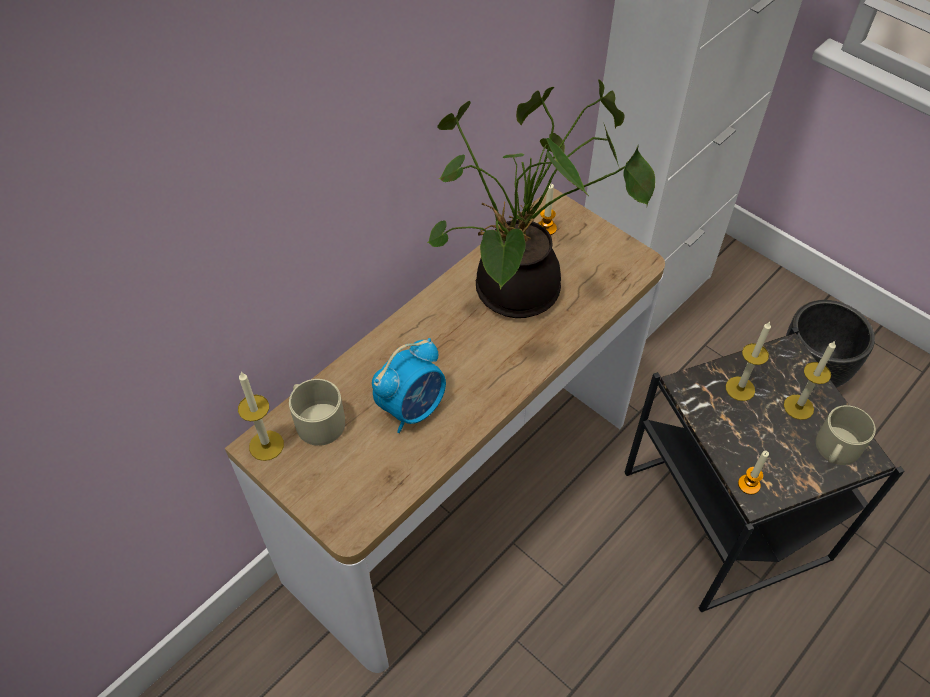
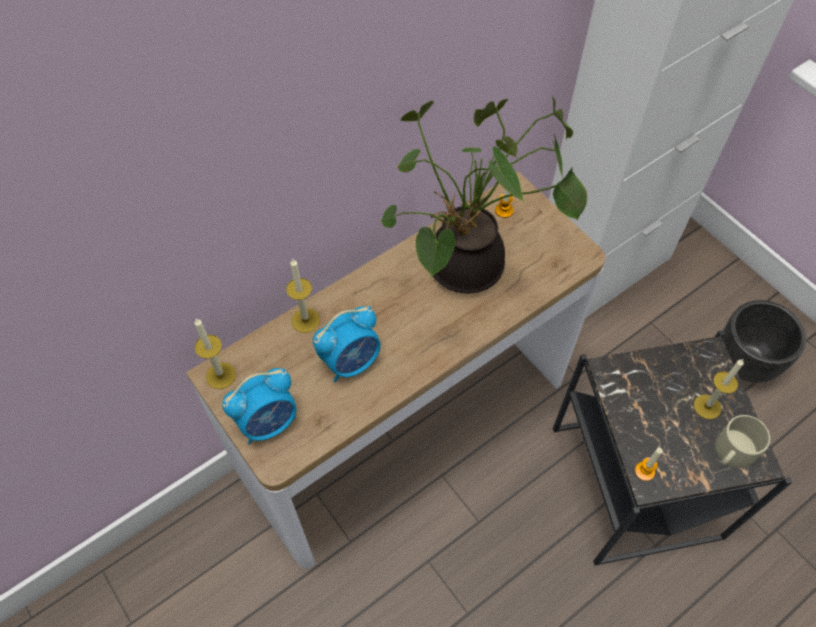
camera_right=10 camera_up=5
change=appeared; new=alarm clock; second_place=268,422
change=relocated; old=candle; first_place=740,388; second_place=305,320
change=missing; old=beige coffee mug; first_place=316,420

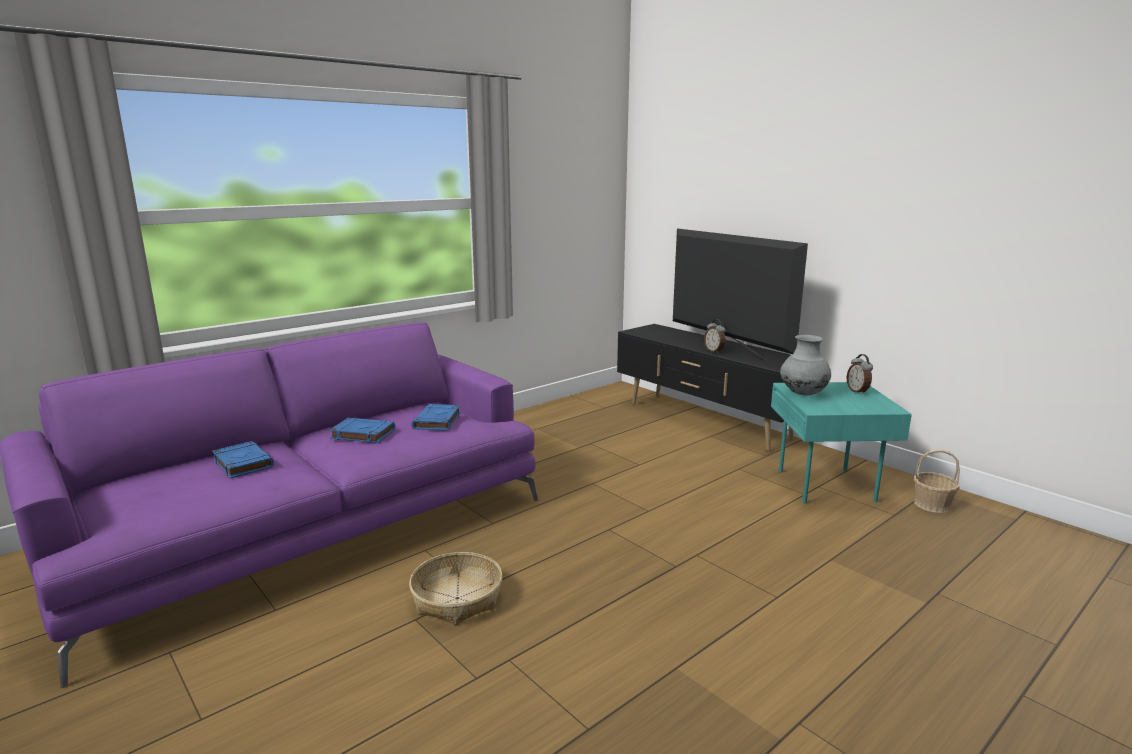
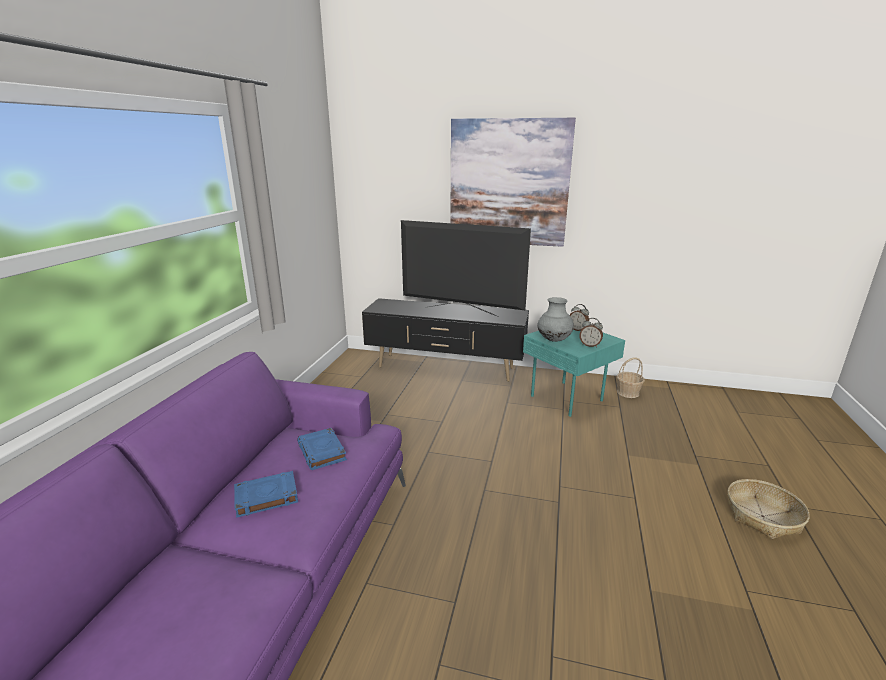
camera_right=-35 camera_up=5
change=appeared; new=wall art; second_place=508,183
change=relocated; old=alarm clock; first_place=714,351; second_place=590,345
change=relocated; old=basket; first_place=456,598; second_place=762,516
change=missing; old=bluish volume; first_place=242,463

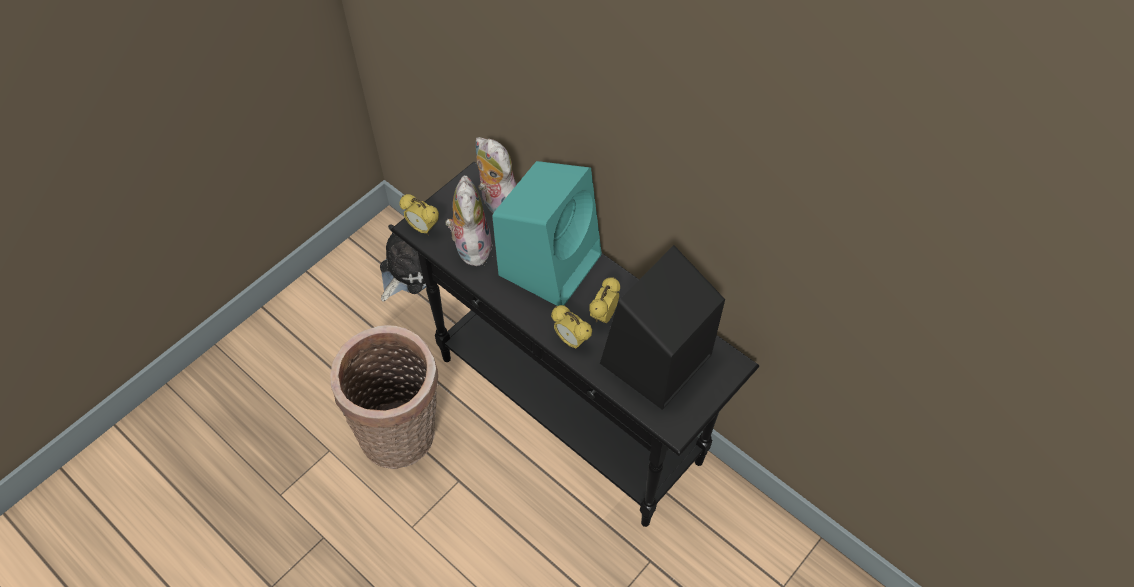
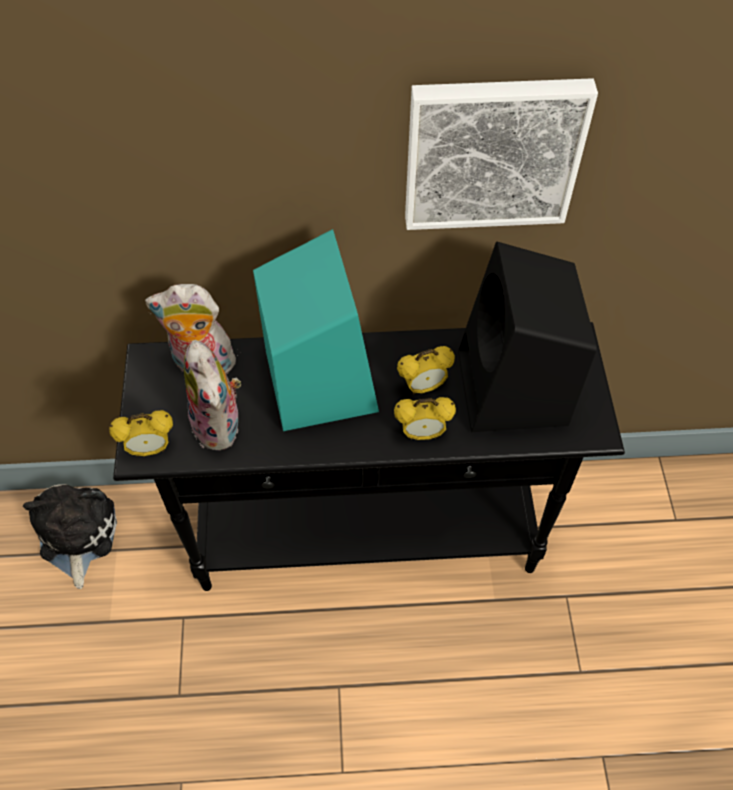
camera_right=-45 camera_up=0
change=spun; old=plush toy; first_place=470,245; second_place=221,426; degrees=-150
change=spun; old=alarm clock; first_place=603,315; second_place=423,387; degrees=-90
change=appeared; new=wall art; second_place=492,152
change=missing; old=basket; first_place=403,434

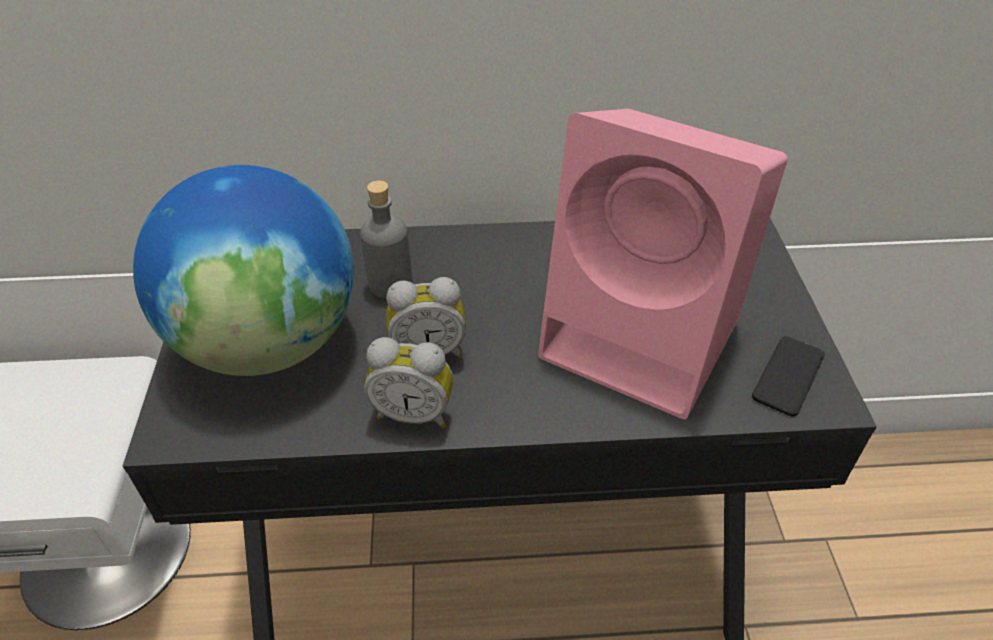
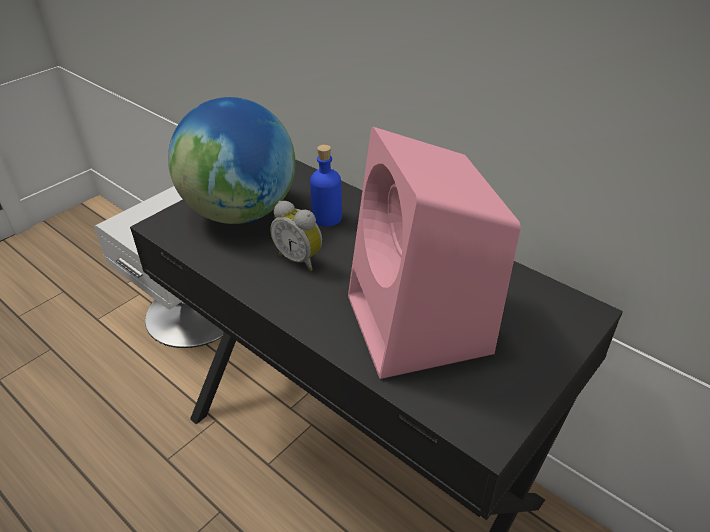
camera_right=45 camera_up=-5
change=colour; old=gray bottle; new=bluish bottle; first_place=390,284; second_place=327,218
change=missing; old=alarm clock; first_place=414,412
change=missing; old=phone; first_place=788,376

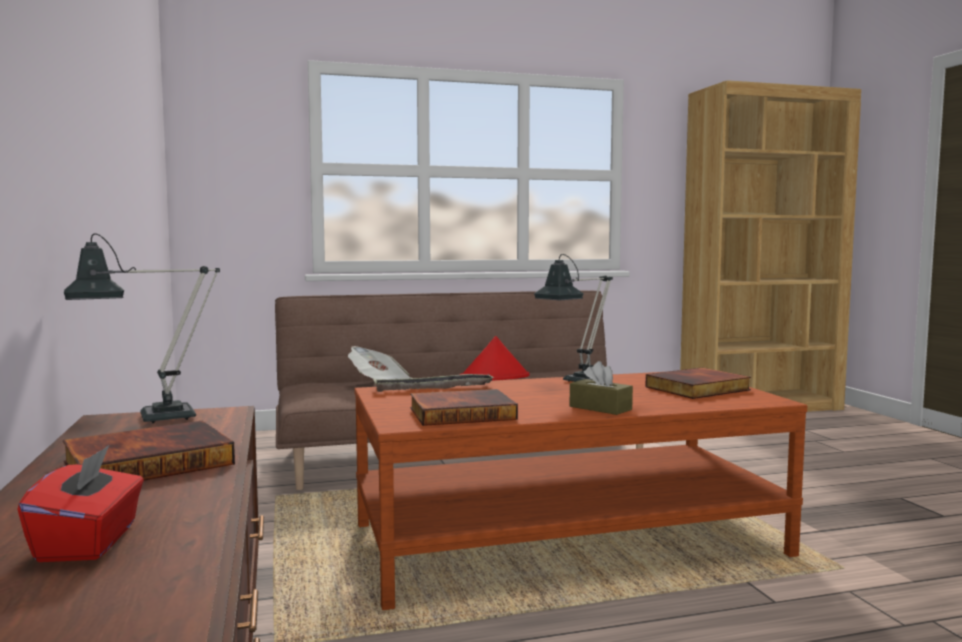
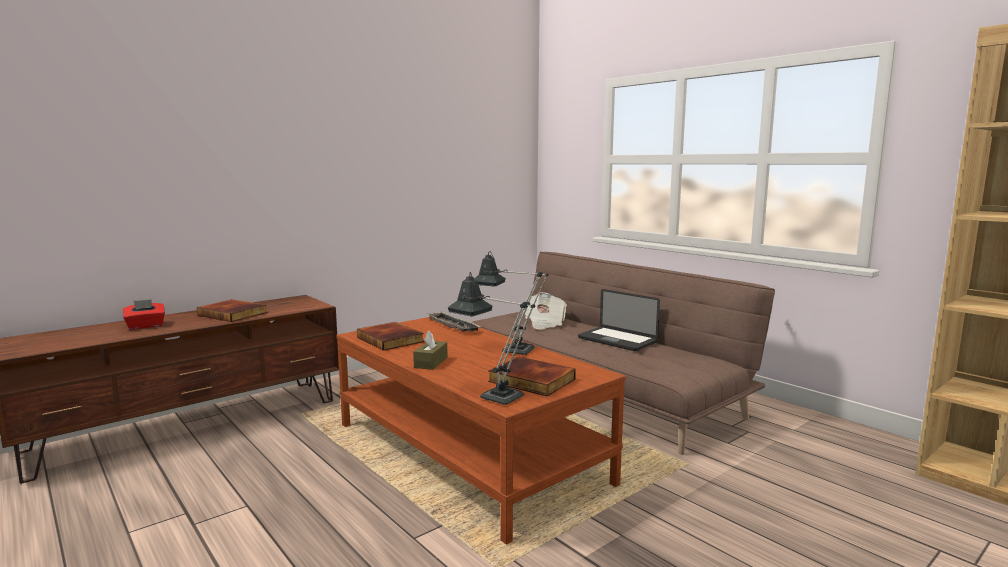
camera_right=65 camera_up=5
change=relocated; old=table lamp; first_place=152,419; second_place=494,395
change=exchanged; old=red clothing hat; new=notebook computer; first_place=494,377; second_place=617,340

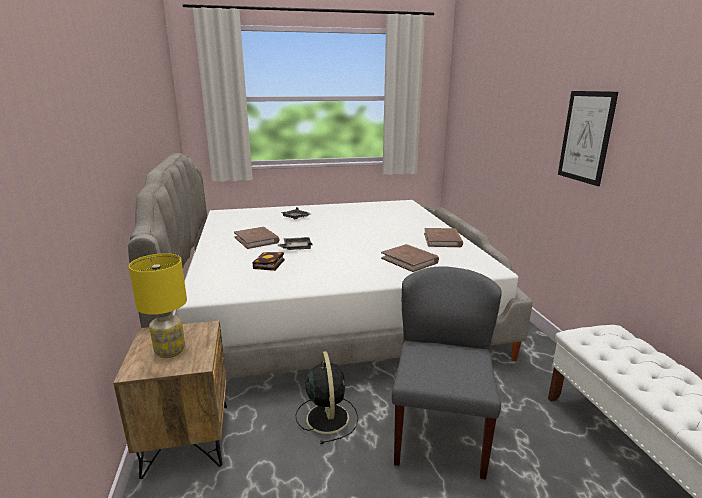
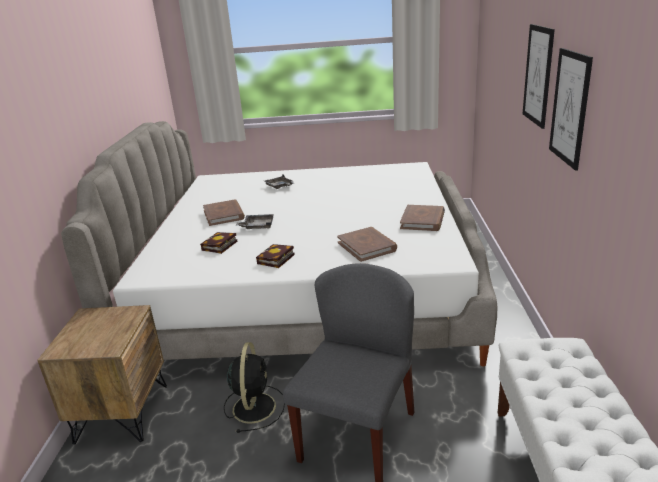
camera_right=15 camera_up=5
change=appeared; new=volume; second_place=275,260
change=appeared; new=wall art; second_place=538,75
change=missing; old=yellow-coloured table lamp; first_place=169,351

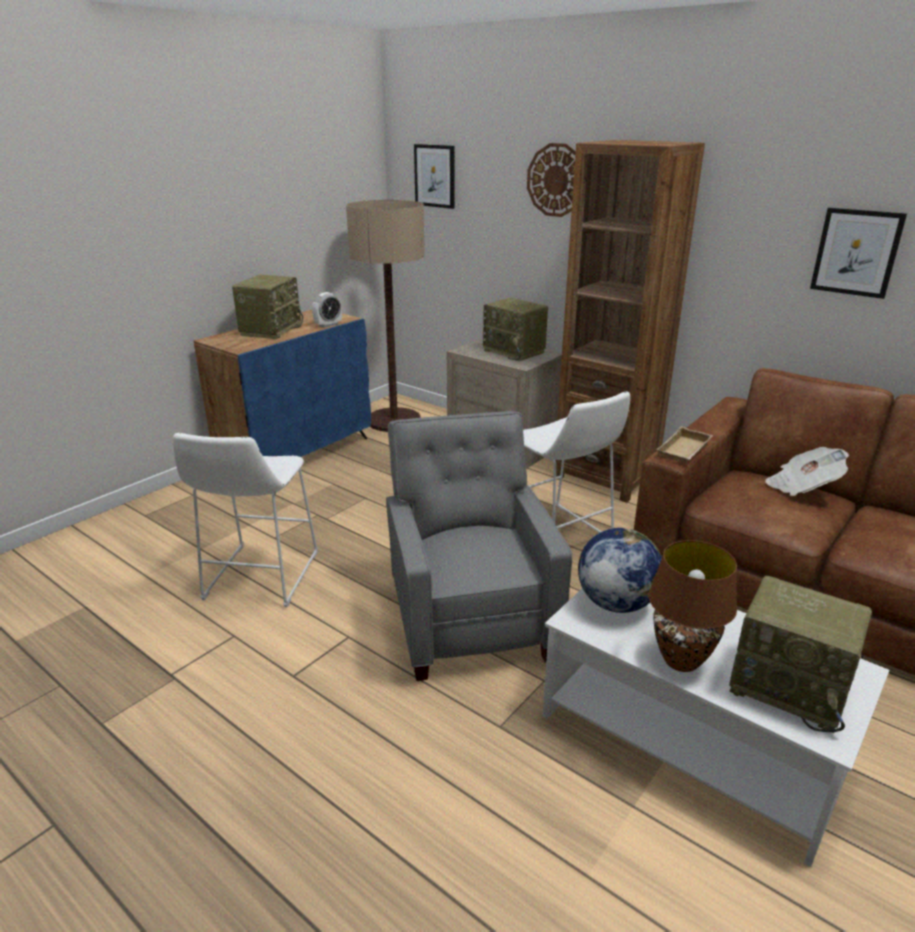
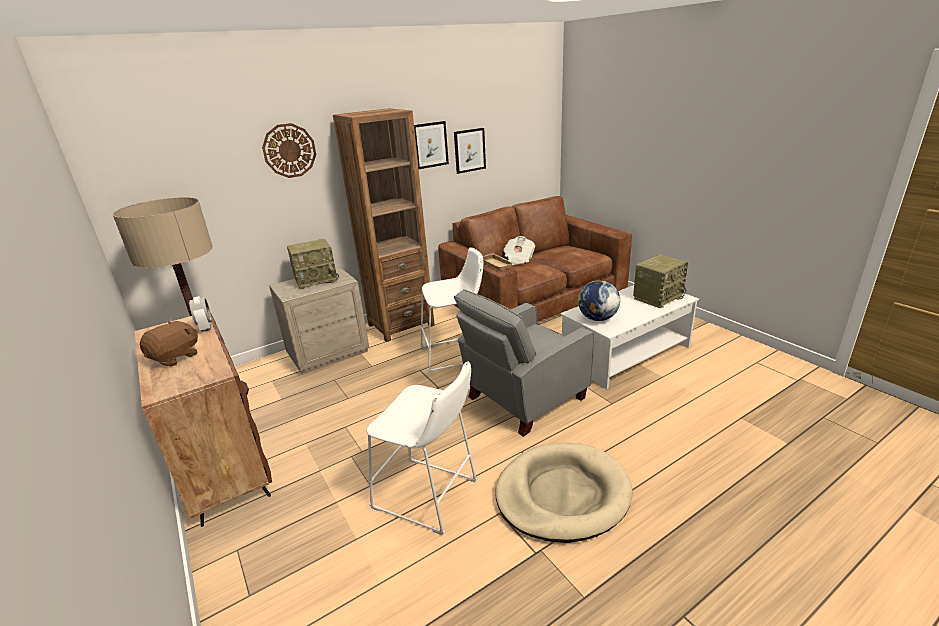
camera_right=-70 camera_up=0
change=colour; old=bluish storage cabinet; new=brown storage cabinet; first_place=297,453; second_place=222,463
change=exchanged; old=radio; new=brown plush toy; first_place=270,330; second_place=176,357
change=relocated; old=wall art; first_place=435,176; second_place=430,145
change=spun; old=gray easy chair; first_place=470,619; second_place=522,399; degrees=-45
change=appeared; new=beige dog cushion; second_place=562,494
change=missing; old=brown table lamp; first_place=680,660

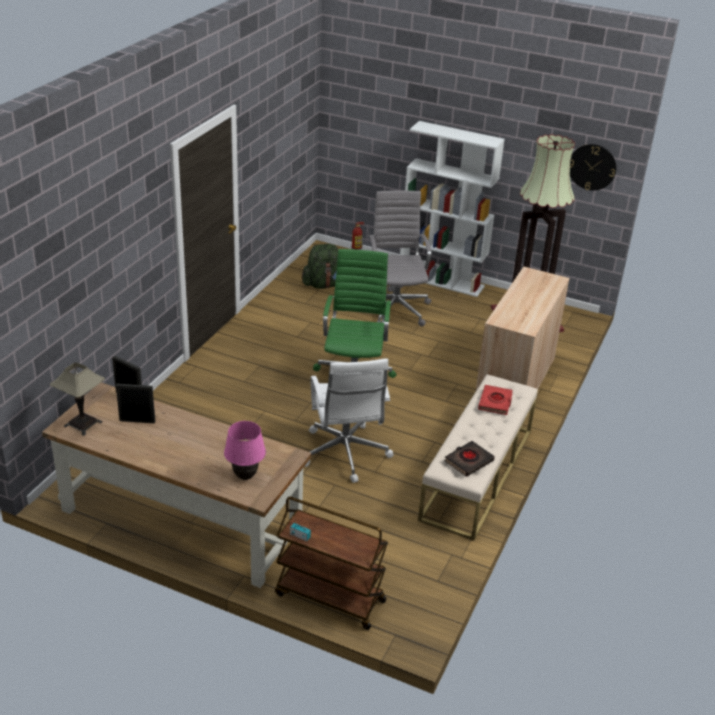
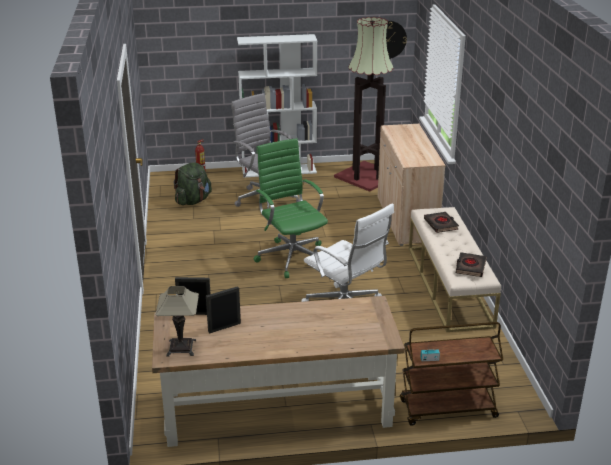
camera_right=-30 camera_up=-5
change=colour; old=red volume; new=blackish volume; first_place=495,402; second_place=441,224
change=missing; old=pink table lamp; first_place=245,476

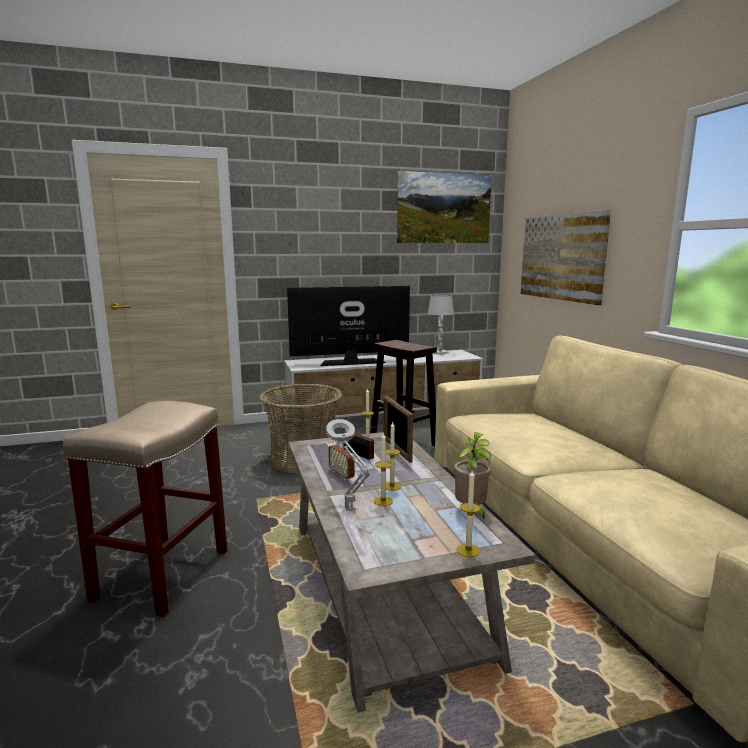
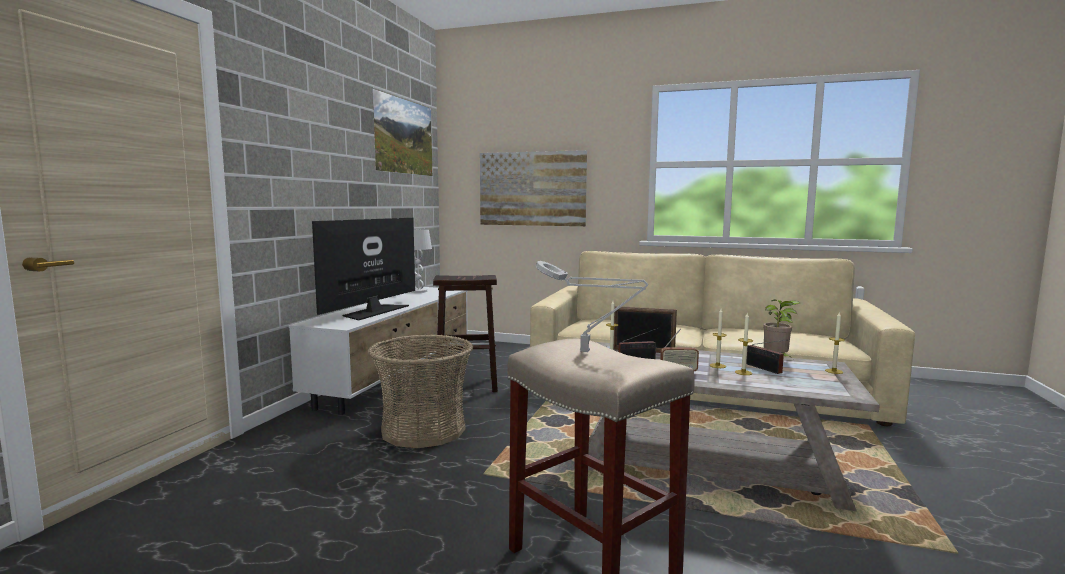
camera_right=-55 camera_up=-5
change=relocated; old=gray table lamp; first_place=351,511; second_place=588,352
change=appeared; new=radio; second_place=765,369

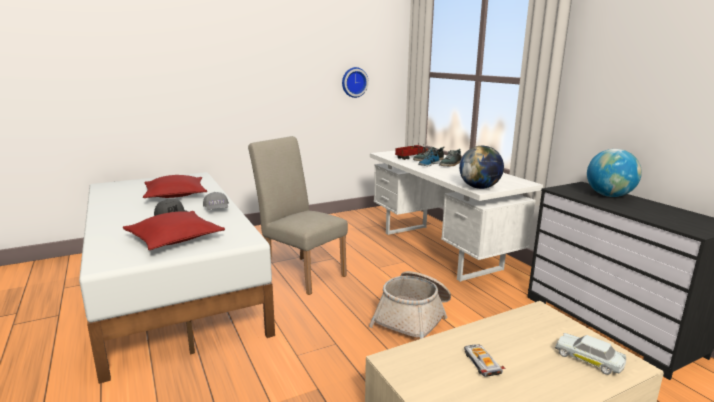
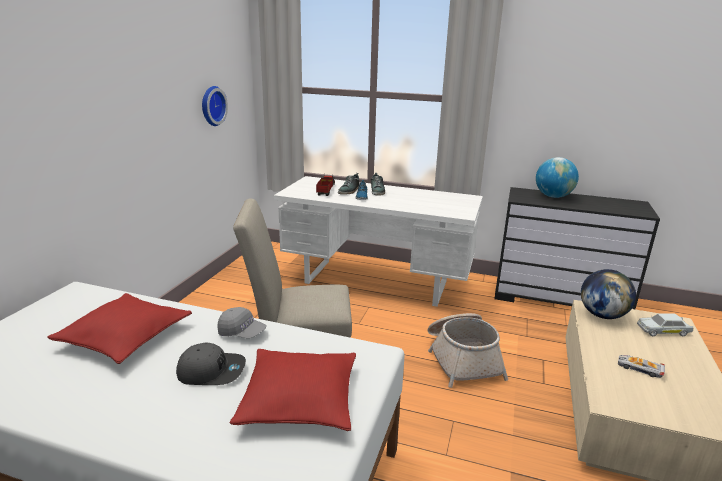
camera_right=-45 camera_up=5
change=relocated; old=desk globe; first_place=479,187; second_place=602,315

